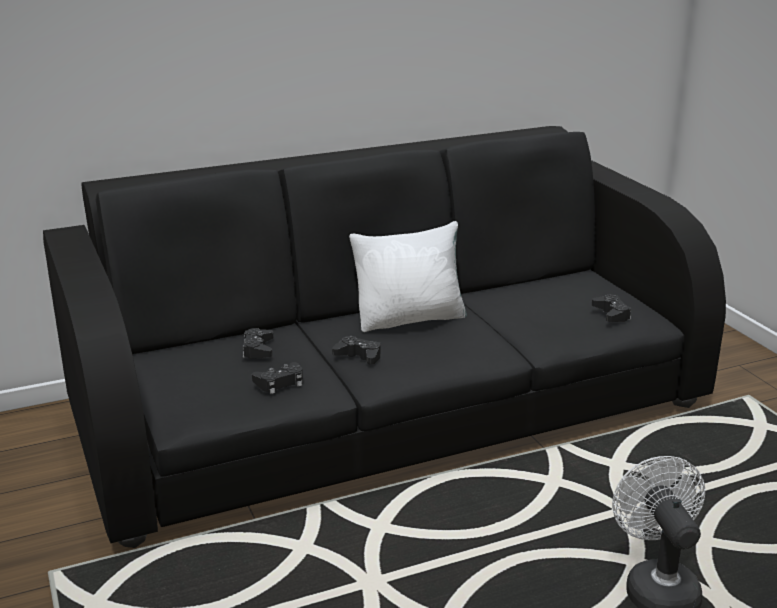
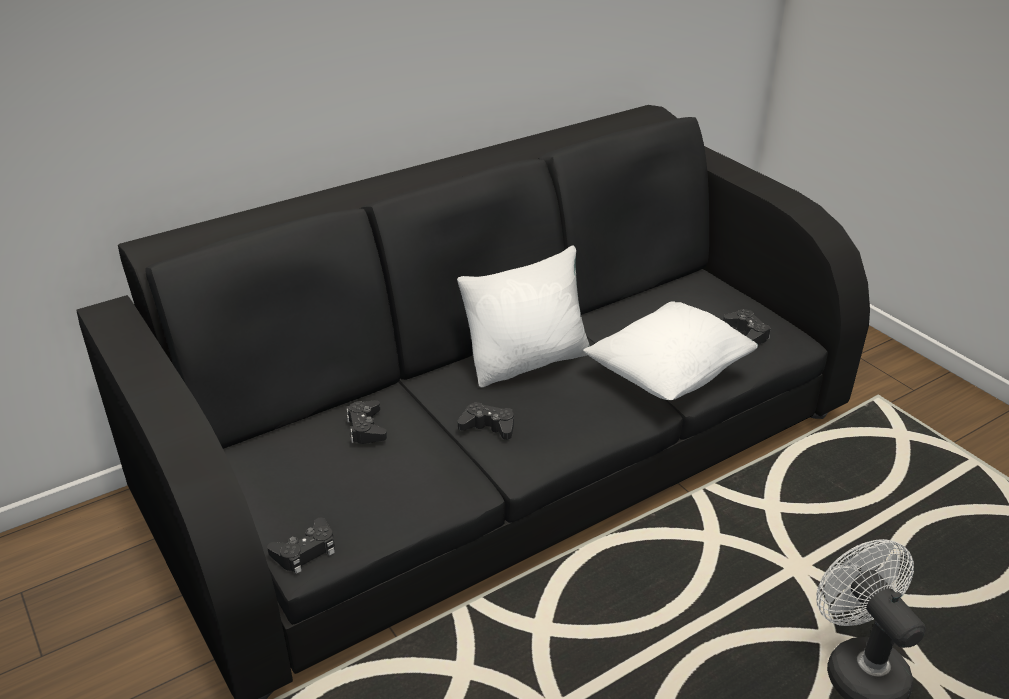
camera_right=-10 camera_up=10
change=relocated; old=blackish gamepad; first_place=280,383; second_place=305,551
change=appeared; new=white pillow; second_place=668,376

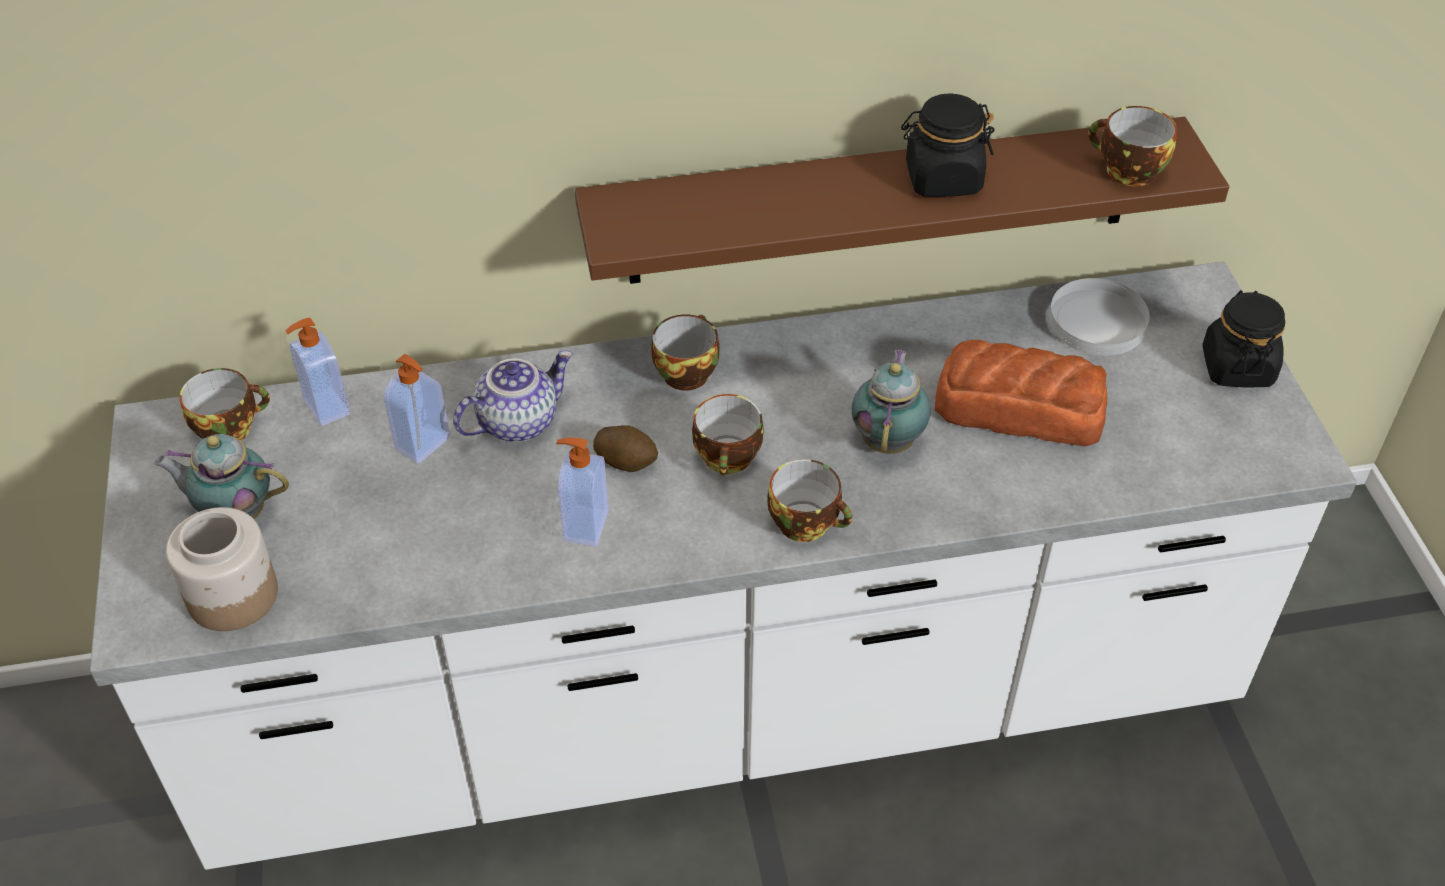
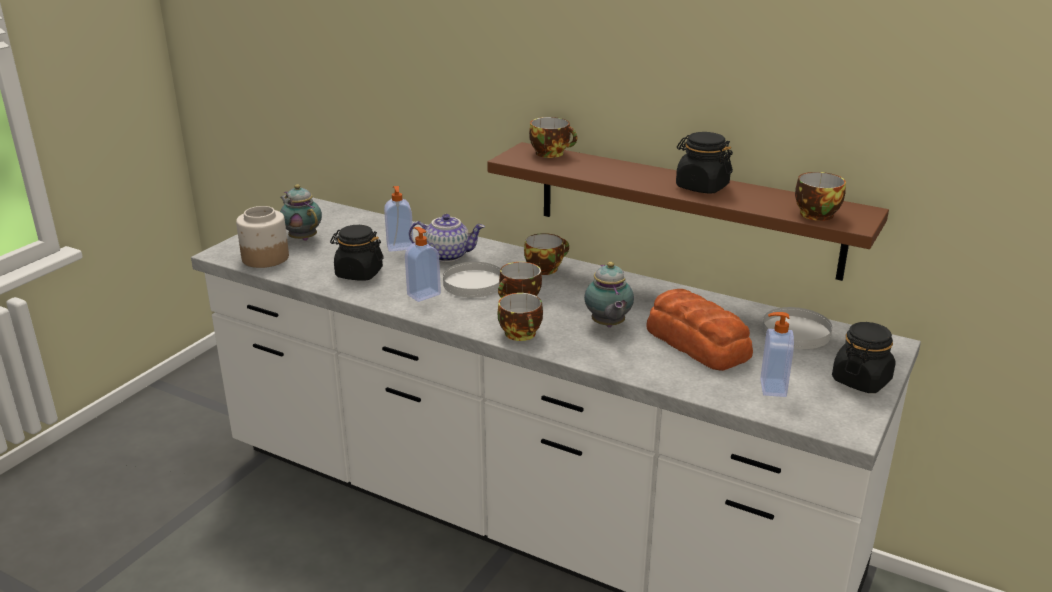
camera_right=40 camera_up=-20
change=appeared; new=blackish preserve jar; second_place=359,273
change=exchanged; old=whole potato; new=white dinner plate; first_place=626,460; second_place=473,283
change=relocated; old=drinking cup; first_place=230,427; second_place=552,153
change=spun; old=pot for tea; first_place=888,439; second_place=608,325; degrees=120
change=relocated; old=soap bottle; first_place=325,408; second_place=771,388

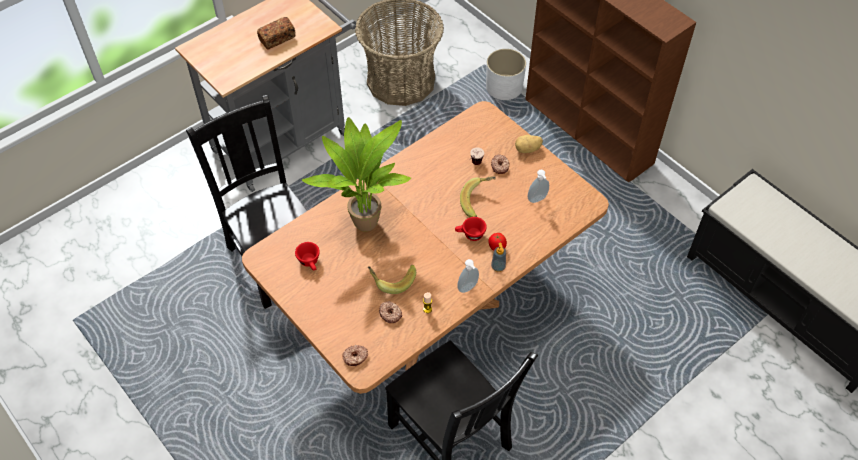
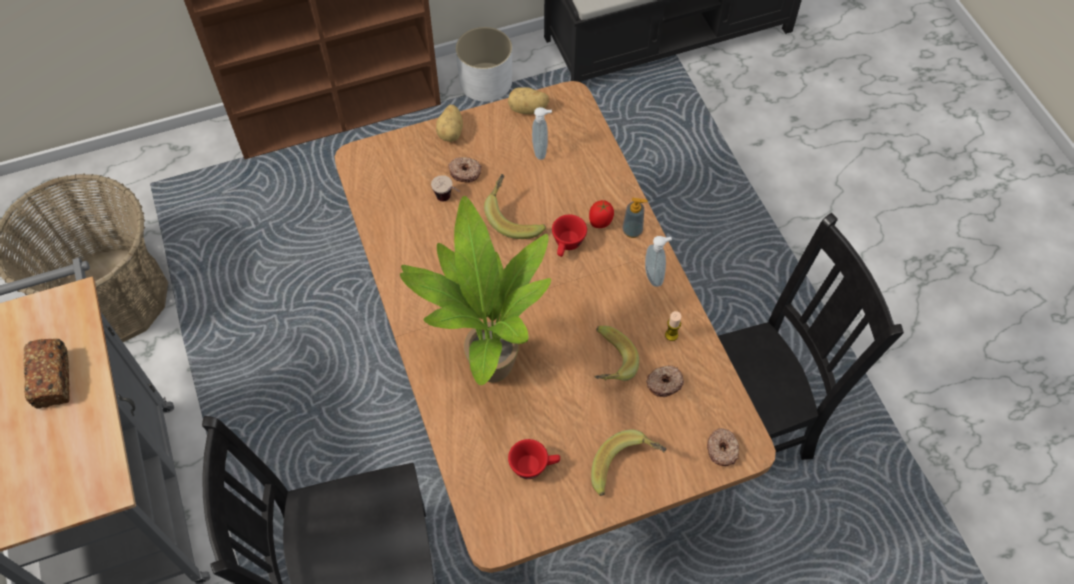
camera_right=-70 camera_up=5
change=relocated; old=white flower pot; first_place=503,87; second_place=485,82
change=appeared; new=whole potato; second_place=528,109
change=appeared; new=banana fruit; second_place=626,469

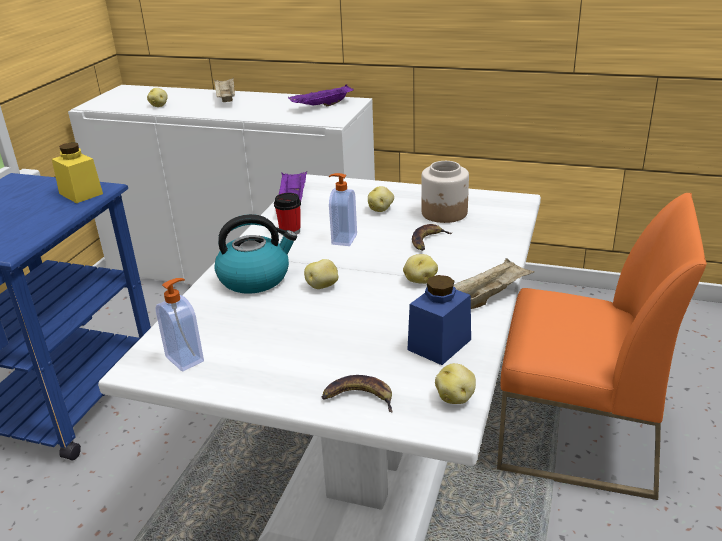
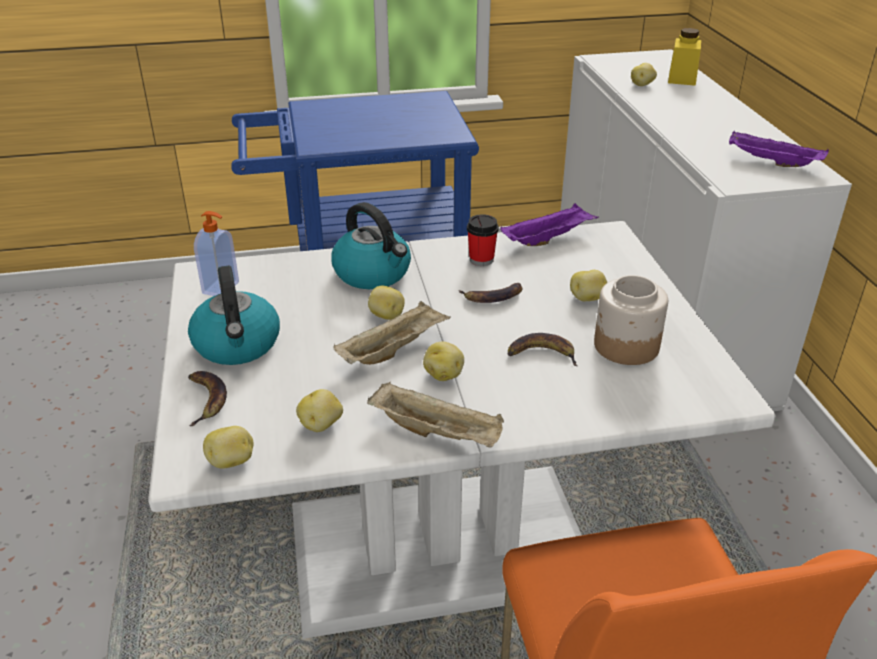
camera_right=60 camera_up=5
change=appeared; new=kettle; second_place=238,345
change=exchanged; old=bluish preserve jar; new=whole potato; first_place=439,344; second_place=321,424
change=relocated; old=beige tray; first_place=226,99; second_place=393,349
change=exchanged; old=soap bottle; new=banana fruit; first_place=343,239; second_place=493,297
change=relocated; old=yellow-coloured preserve jar; first_place=81,193; second_place=682,78

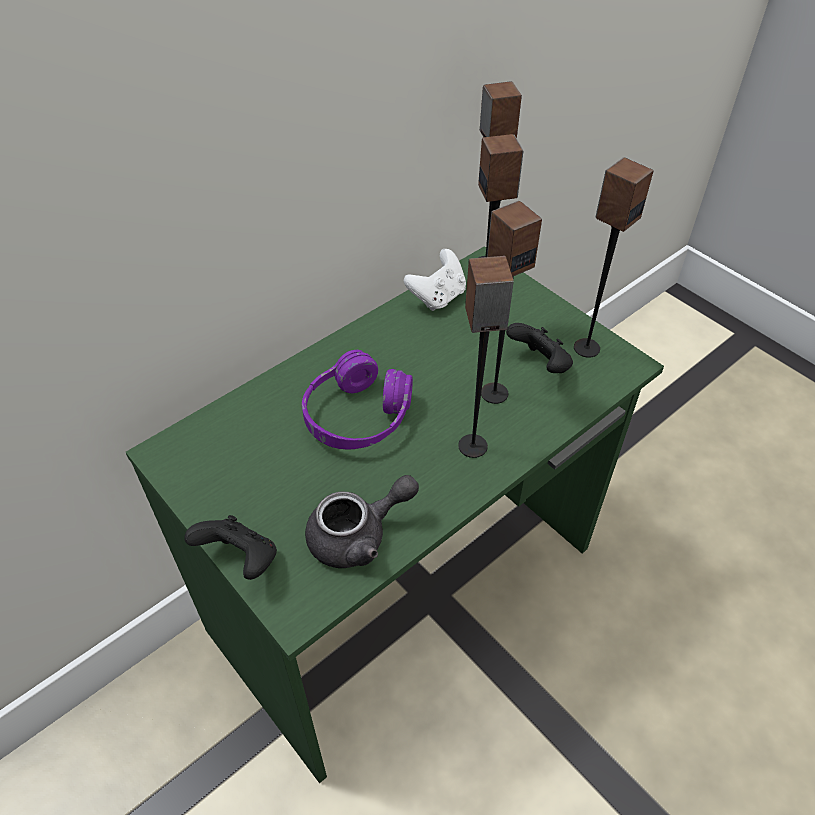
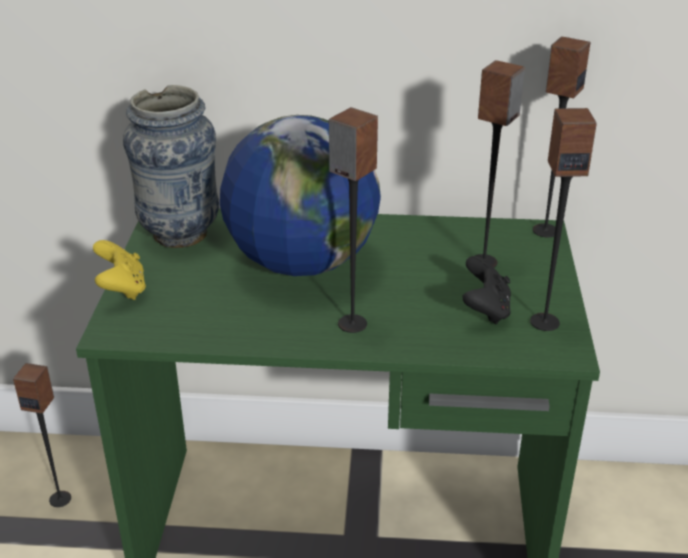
camera_right=45 camera_up=-15
change=relocated; old=speaker; first_place=494,393; second_place=60,498
change=colour; old=blackish gamepad; new=yellow-coloured gamepad; first_place=240,559; second_place=122,289
change=appeared; new=decorative vase; second_place=180,234
change=exchanged; old=purple-coloured headphones; new=desk globe; first_place=357,416; second_place=301,263
change=missing; old=gray pot for tea; first_place=358,536
change=missing; old=white gamepad; first_place=438,297

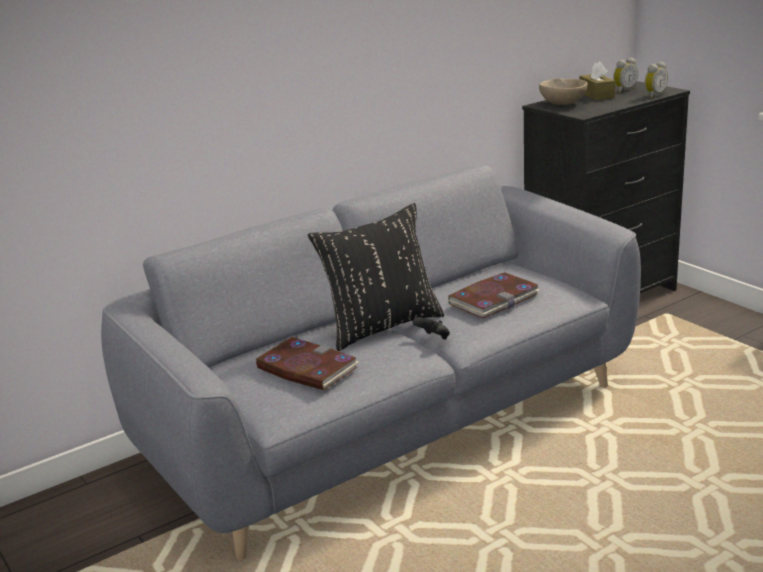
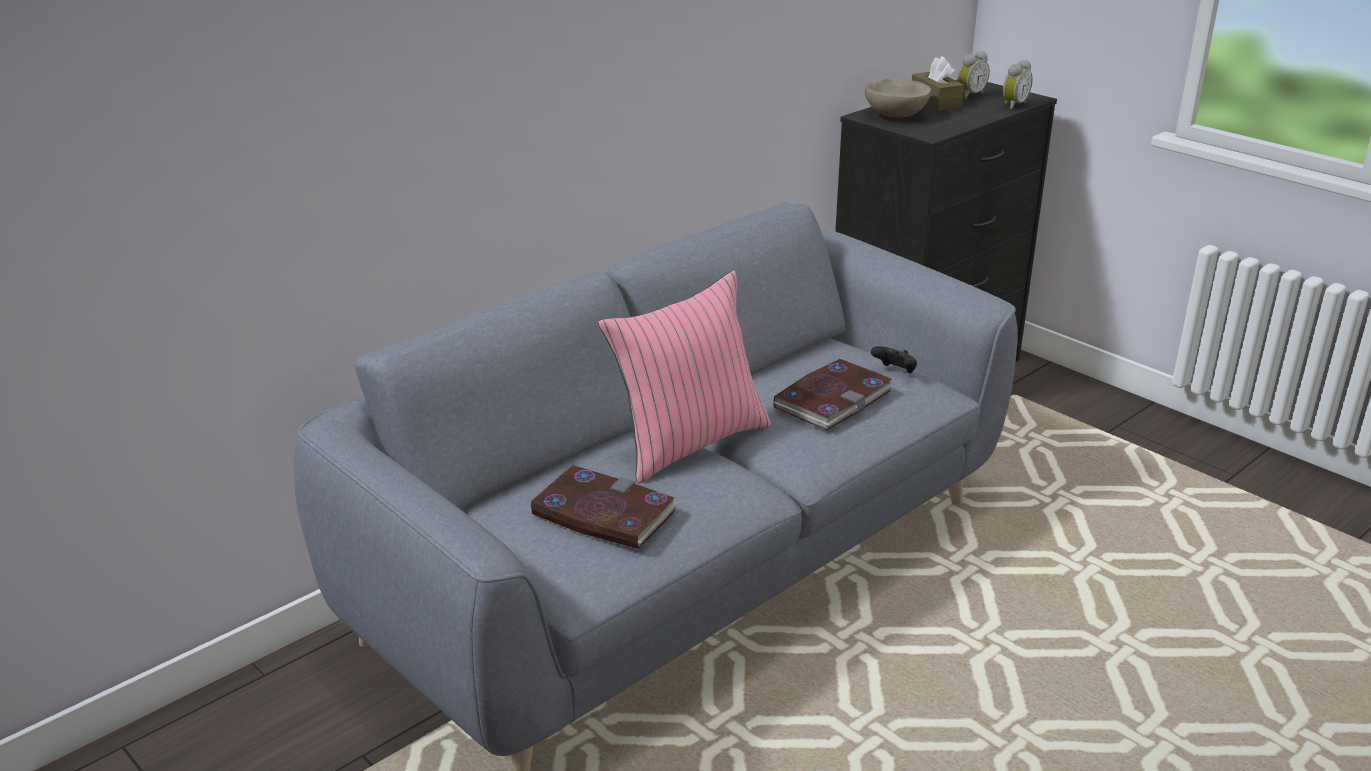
camera_right=-10 camera_up=5
change=colour; old=blackish pillow; new=pink pillow; first_place=381,326; second_place=688,443
change=relocated; old=blackish gamepad; first_place=433,338; second_place=895,372

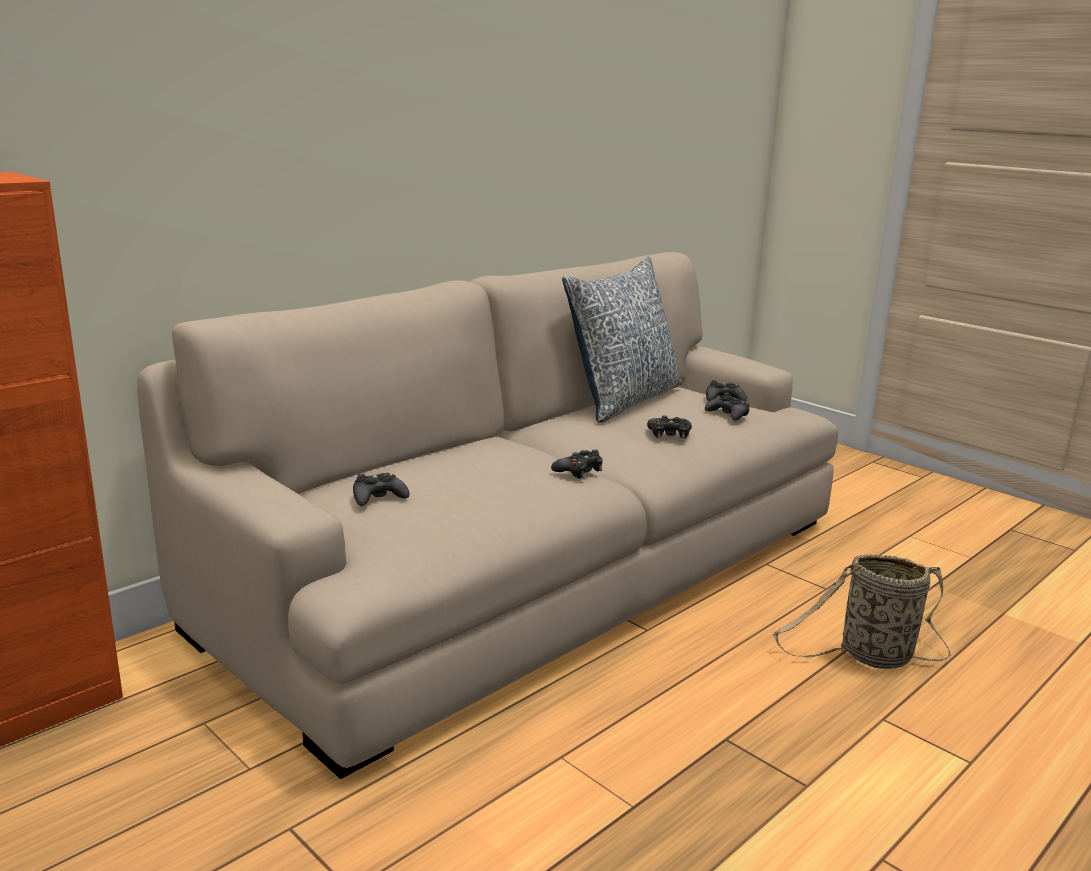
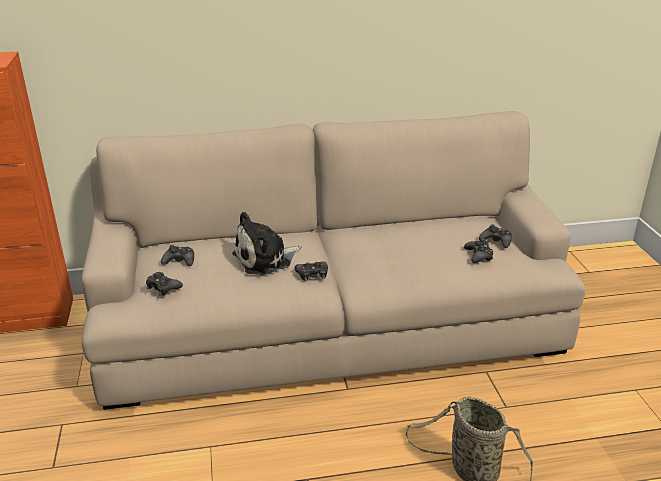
camera_right=35 camera_up=10
change=relocated; old=blackish gamepad; first_place=669,434; second_place=163,287
change=appeared; new=plush toy; second_place=265,259
change=missing; old=pillow; first_place=623,400

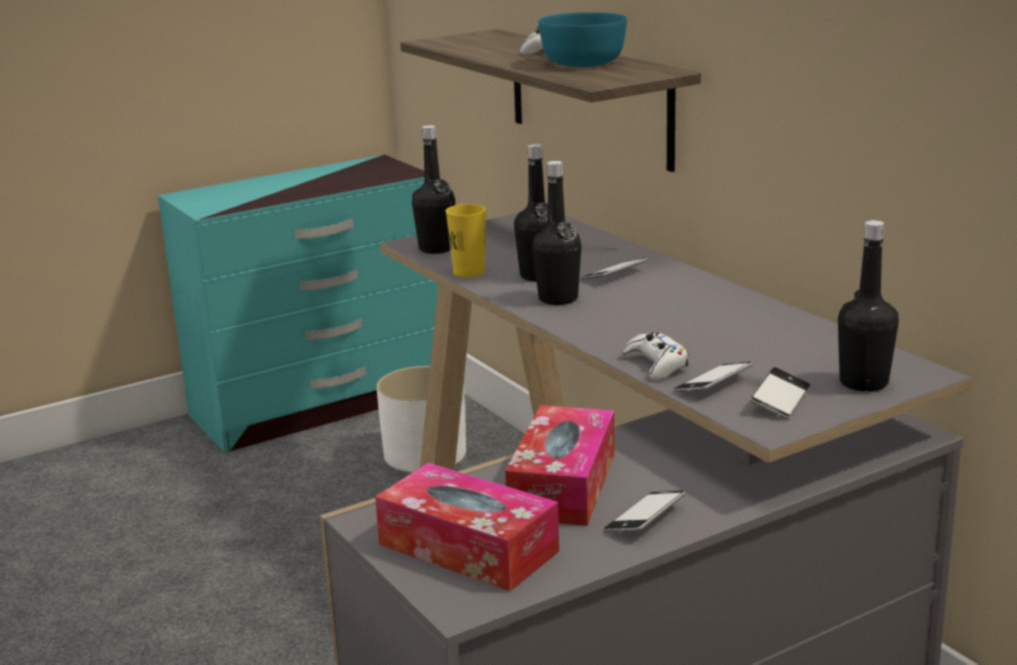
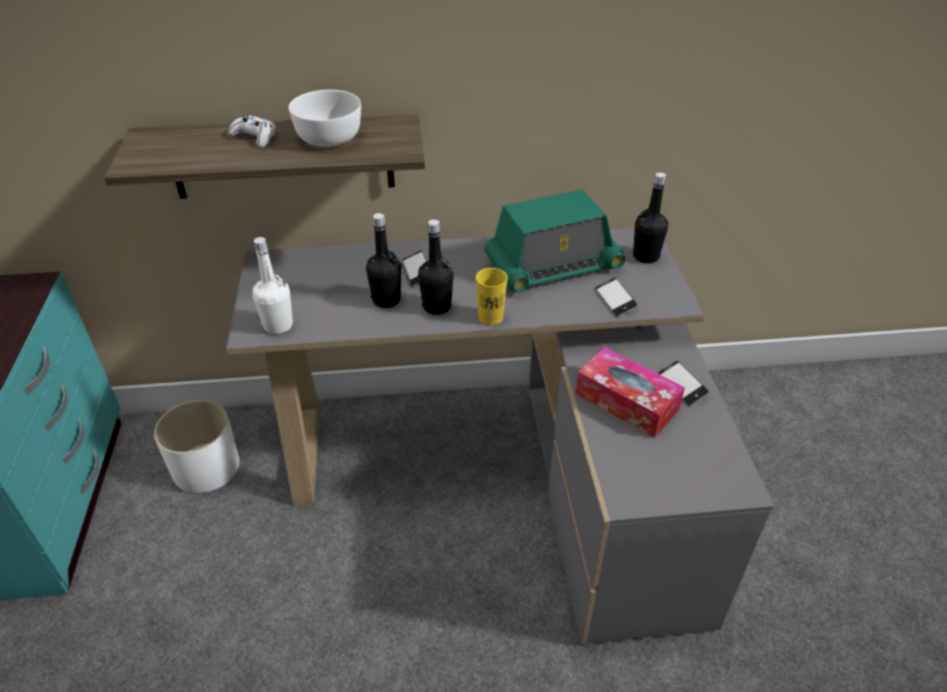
camera_right=-65 camera_up=20
change=colour; old=blackish bottle; new=white bottle; first_place=436,249; second_place=278,325
change=colour; old=turquoise deep dish; new=white deep dish; first_place=583,63; second_place=330,137
change=relocated; old=yellow-coloured drinking cup; first_place=469,272; second_place=490,317
change=appeared; new=radio; second_place=553,265
change=missing; old=tissue holder; first_place=468,548
change=missing; old=white gamepad; first_place=656,365
change=missing; old=phone; first_place=780,400

